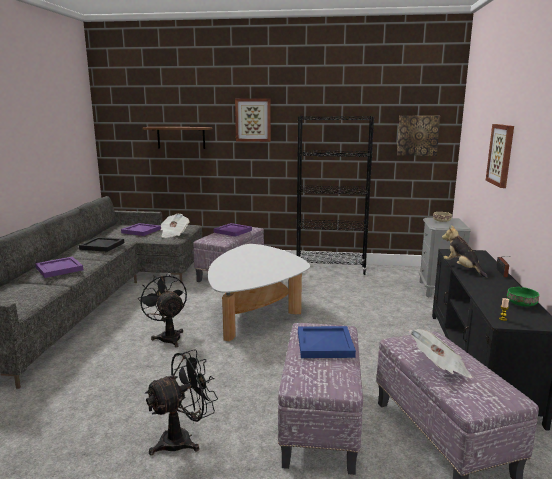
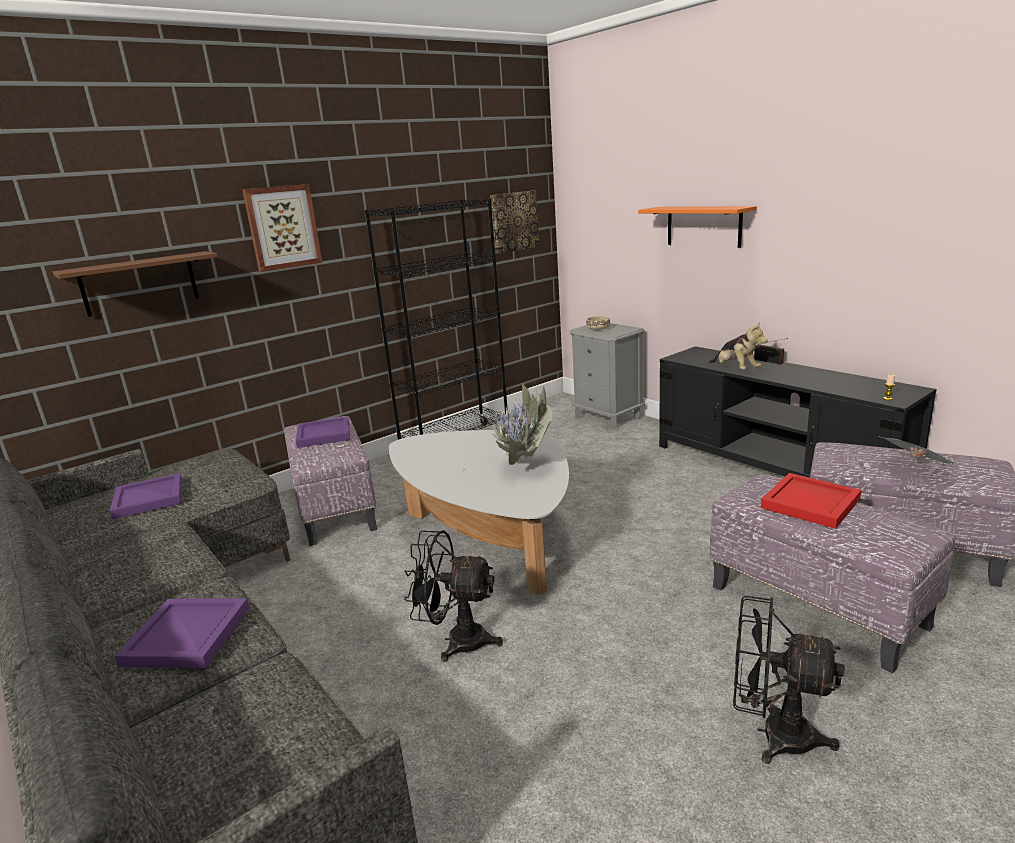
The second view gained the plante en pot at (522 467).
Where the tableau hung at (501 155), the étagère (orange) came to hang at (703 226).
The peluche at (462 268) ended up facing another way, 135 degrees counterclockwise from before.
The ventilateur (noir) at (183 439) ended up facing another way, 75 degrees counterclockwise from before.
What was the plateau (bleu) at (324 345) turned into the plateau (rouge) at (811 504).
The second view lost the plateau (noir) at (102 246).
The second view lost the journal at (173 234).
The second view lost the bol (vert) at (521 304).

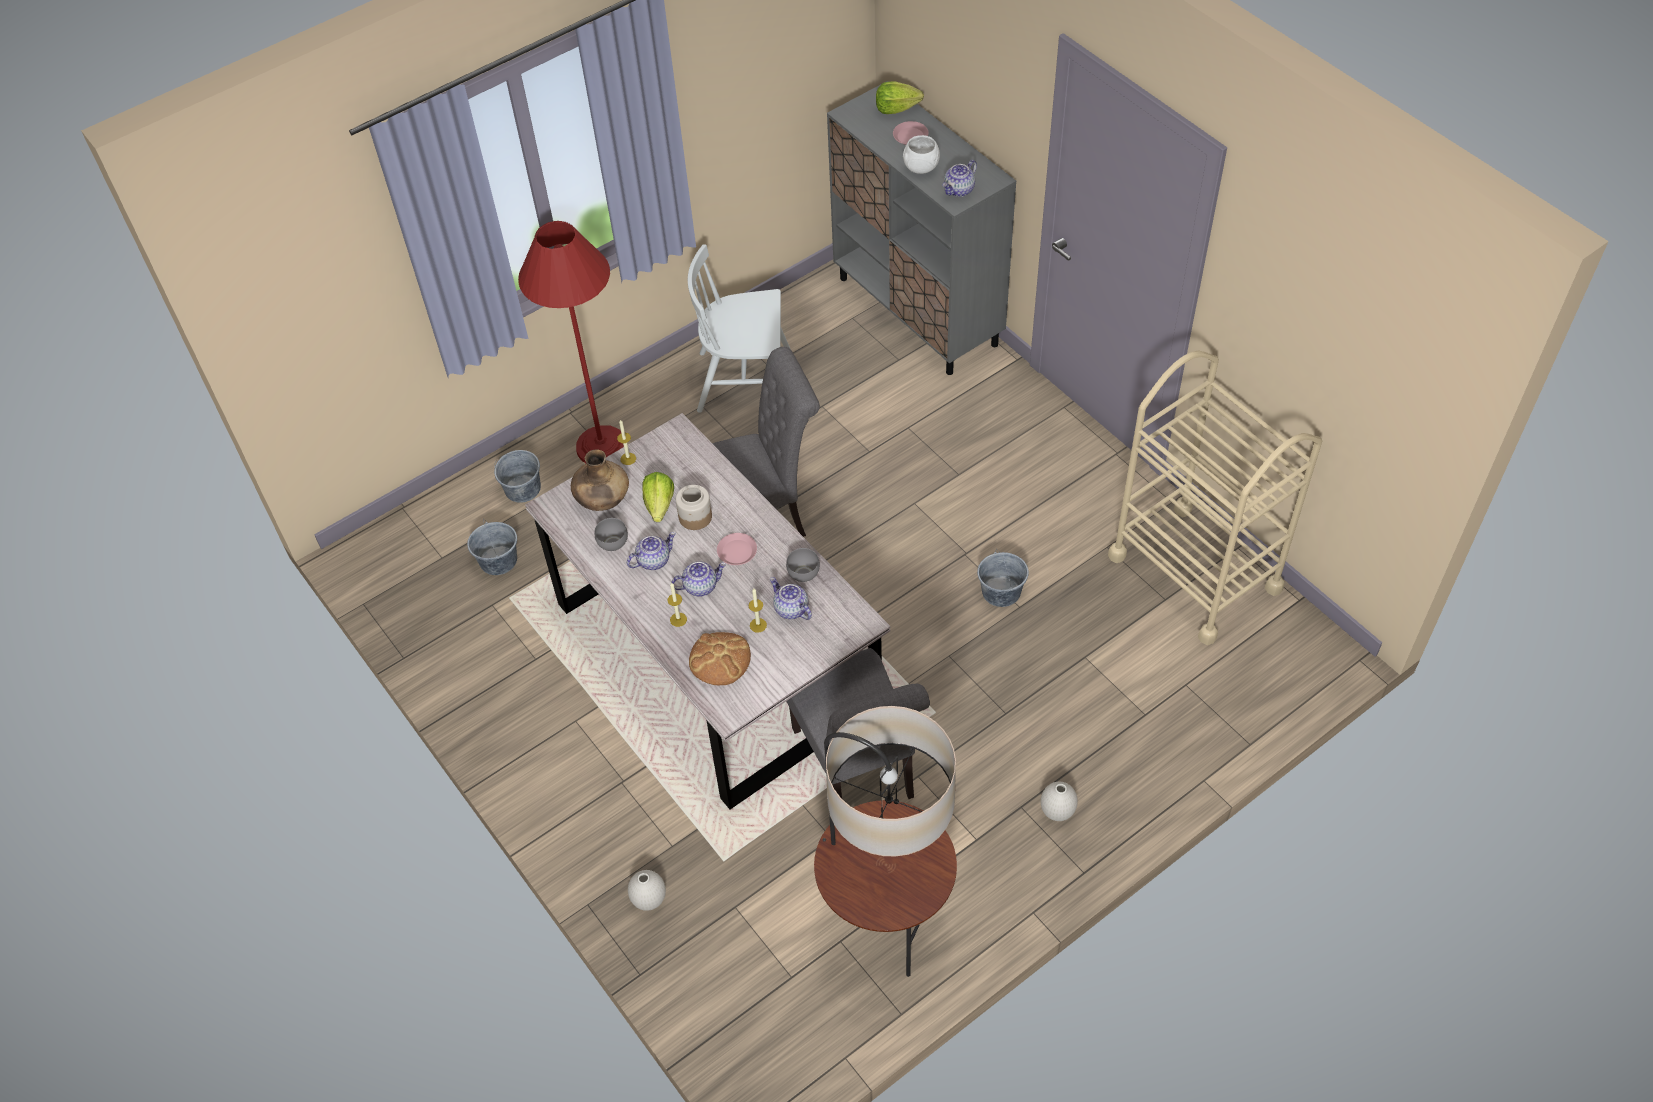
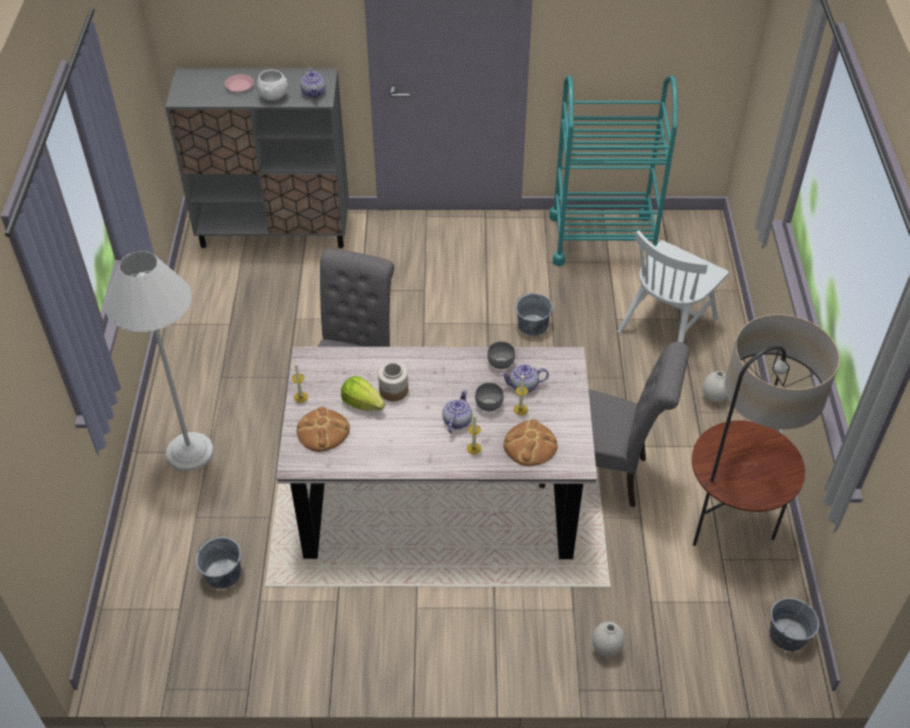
What was the lampadaire (rouge) at (601 446) turned into the lampadaire (blanc) at (189 452).
Where the vase (marron) stood at (602 500), the pain came to stand at (322 431).
The bol (gris) ended up elsewhere, having gone from (612 544) to (489 406).
What was the chariot (beige) at (1194 572) turned into the chariot (turquoise) at (602 239).
The chaise (blanc) ended up elsewhere, having gone from (745 380) to (667 324).
The seau (gris) ended up elsewhere, having gone from (523 489) to (788 635).
The second view lost the théière at (653 560).
The second view lost the assiette (rose) at (737 552).
The second view lost the laitue at (896 108).

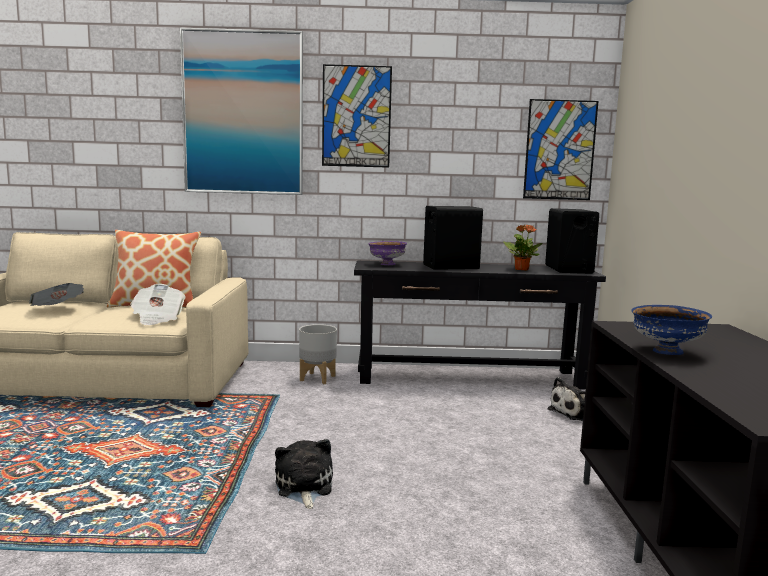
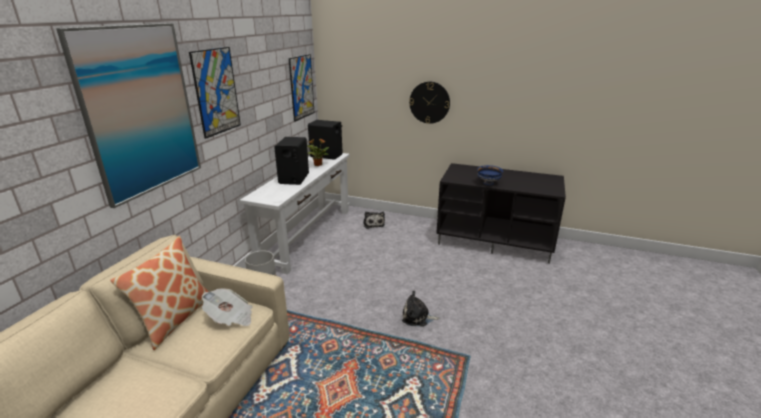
What was the table console (noir) at (469 377) turned into the table console (blanc) at (307 236).
The second view gained the horloge murale at (429 102).
The second view lost the journal at (57 309).
The second view lost the bol (violet) at (387 264).

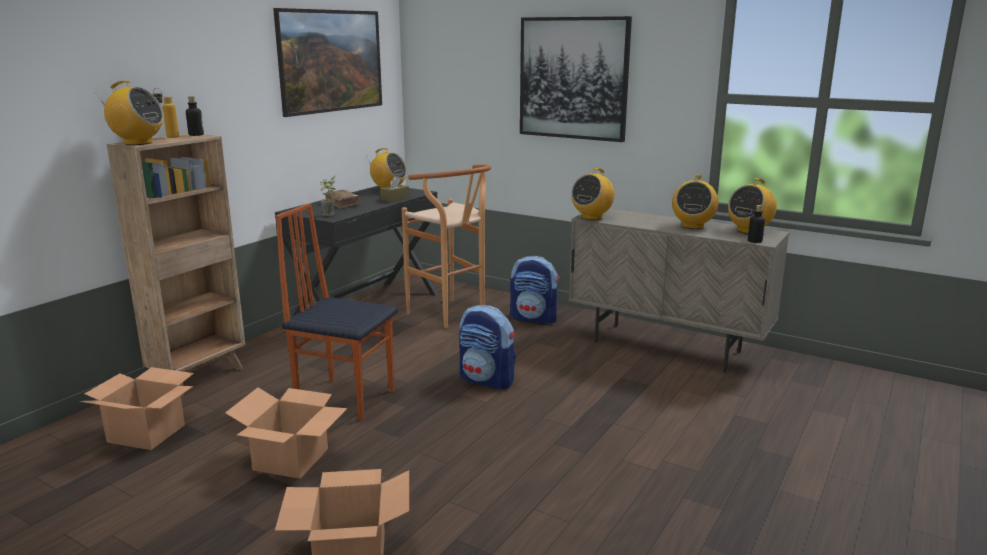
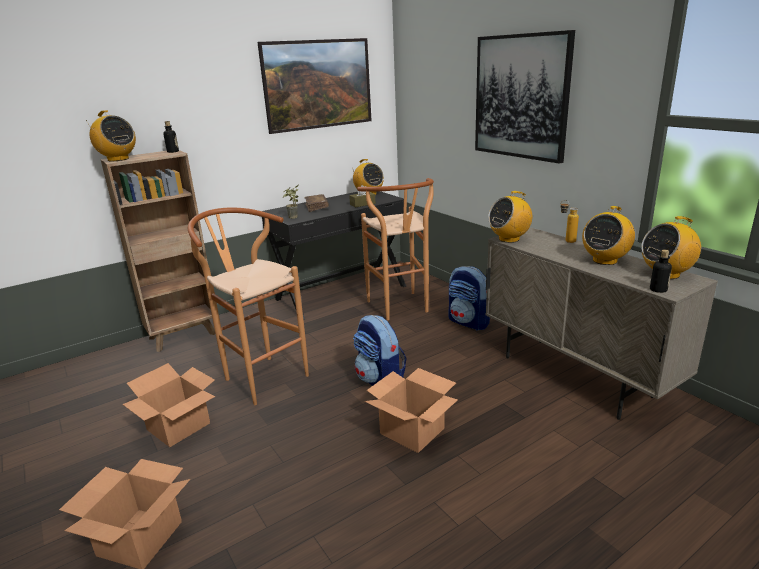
Where the chaise stood at (345 398), the tabouret (marron) came to stand at (260 376).
The carton ended up elsewhere, having gone from (145 433) to (411 431).
The bouteille ended up elsewhere, having gone from (168 136) to (566 240).

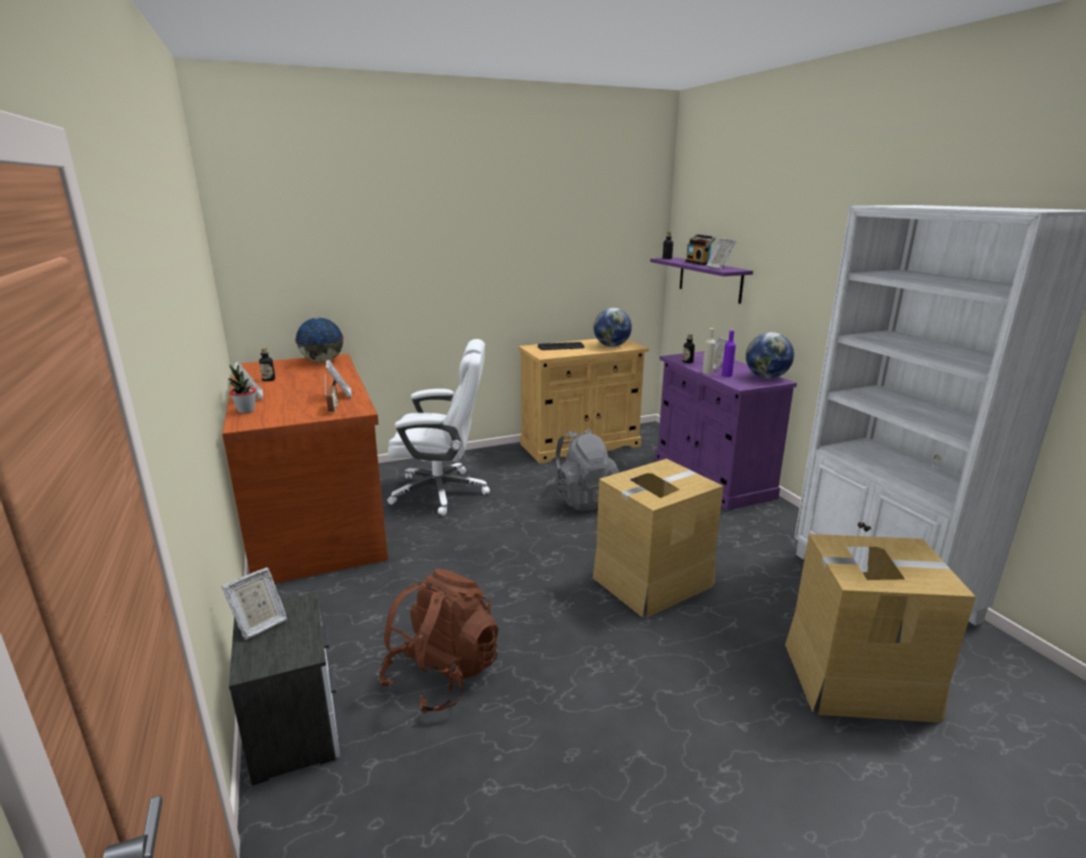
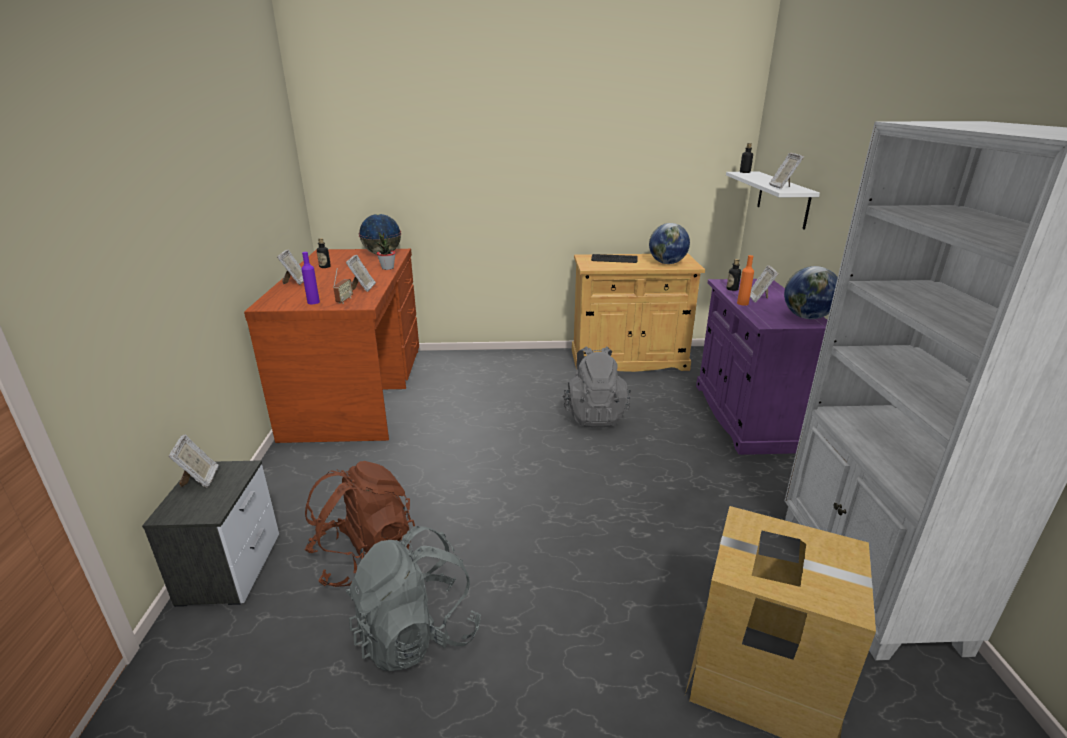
The cadre photo at (259 625) ended up facing another way, 75 degrees counterclockwise from before.
The bouteille (violet) ended up elsewhere, having gone from (727 375) to (313 302).
The second view gained the sac à dos (gris) at (416 634).
The plante en pot ended up elsewhere, having gone from (246 410) to (387 268).
What was the étagère (violet) at (710 279) turned into the étagère (blanc) at (782 199).
What was the bouteille (beige) at (707 372) turned into the bouteille (orange) at (742 303).
The second view lost the chaise de bureau (blanc) at (442 491).
The second view lost the carton at (652 580).
The second view lost the radio at (698 263).

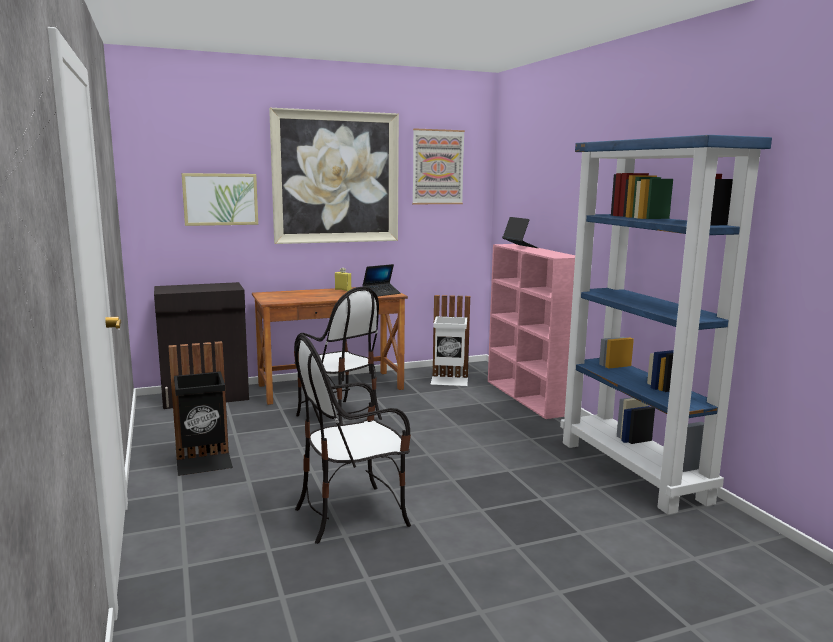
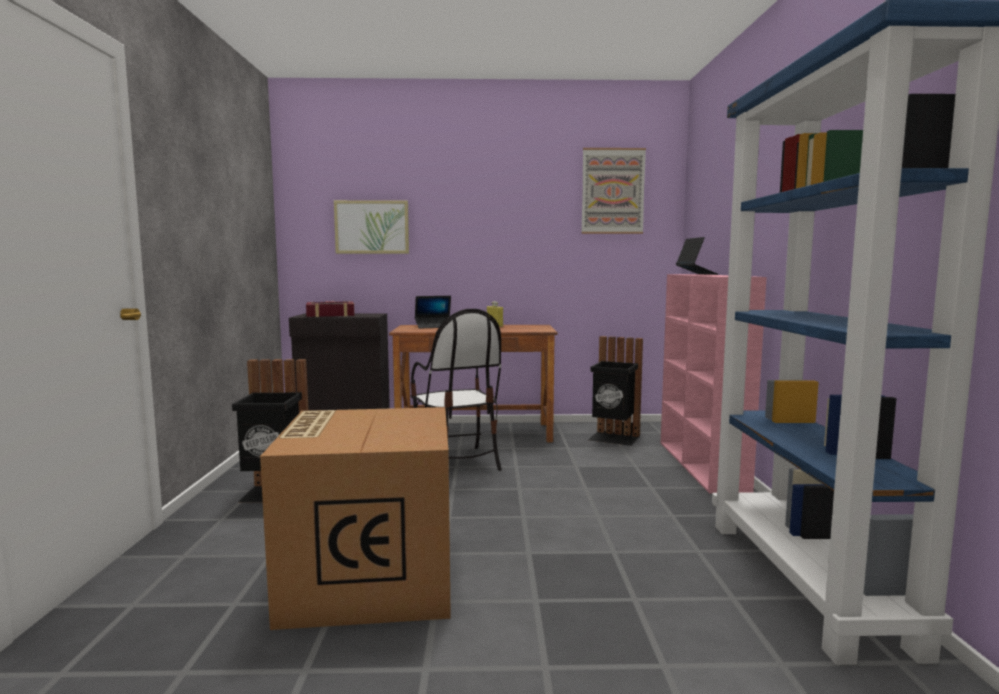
Where the chaise stood at (352 514), the carton came to stand at (368 576).
The second view gained the livre at (330 315).
The ordinateur portable ended up elsewhere, having gone from (381 293) to (434 326).
What was the poubelle (blanc) at (449 381) turned into the poubelle (noir) at (614 438).
The second view lost the tableau at (336 177).

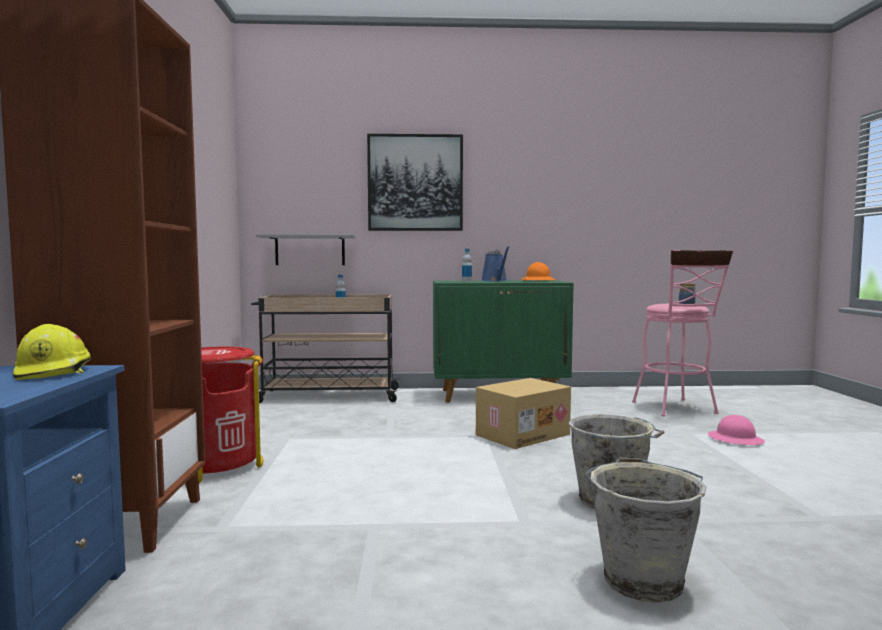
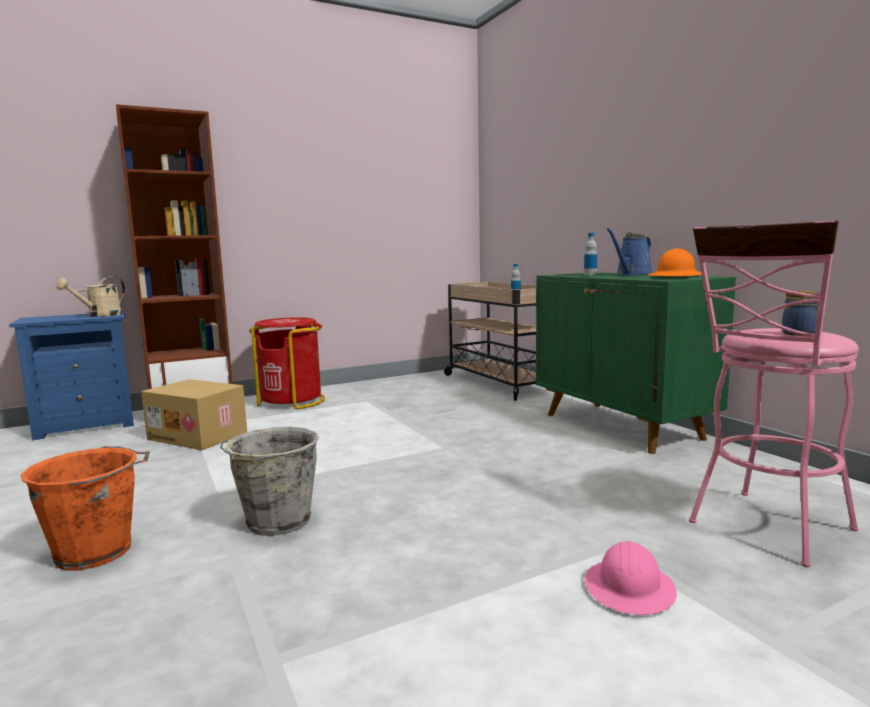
What was the seau (gris) at (642 579) turned into the seau (orange) at (97 552).
Where the casque de chantier (jaune) stood at (54 372), the arrosoir (beige) came to stand at (99 315).
The carton ended up elsewhere, having gone from (522 434) to (199 436).
The second view lost the étagère (gris) at (310 250).
The second view lost the tableau at (415 183).

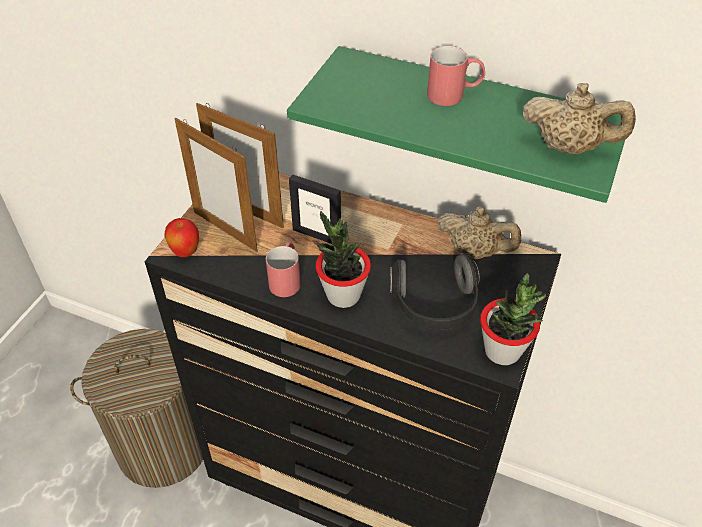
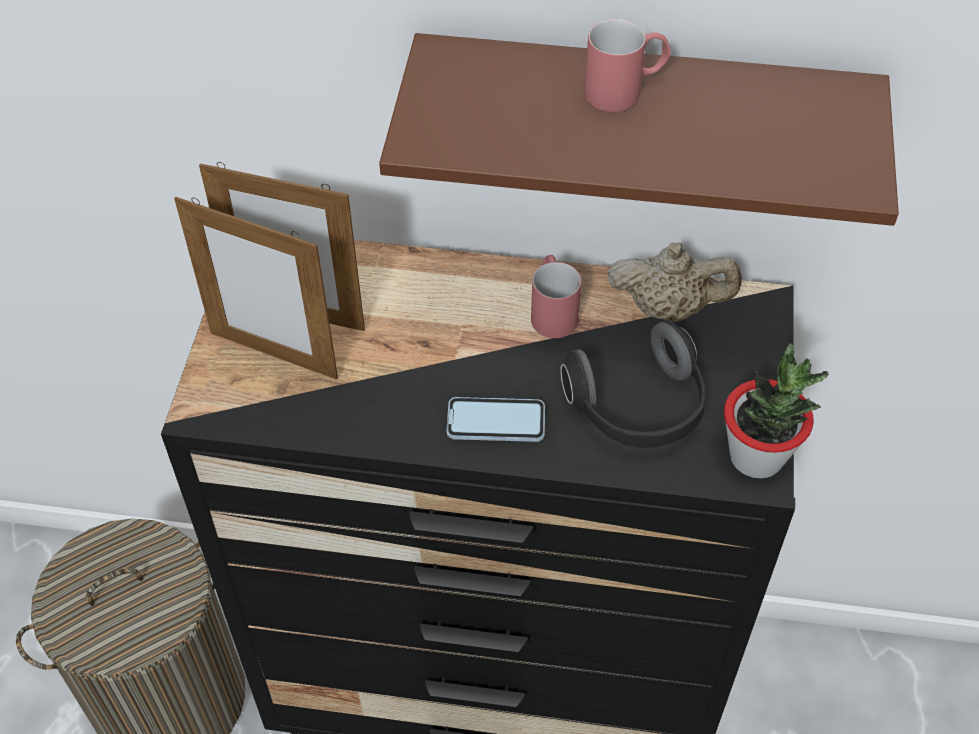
What was the étagère (vert) at (471 120) turned into the étagère (marron) at (640 115).
Where the plante en pot stood at (343 295), the téléphone came to stand at (496 421).
The mug (rouge) ended up elsewhere, having gone from (286 279) to (552 310).
The second view lost the pomme at (186 252).
The second view lost the cadre photo at (317 235).
The second view lost the théière (beige) at (569 148).

